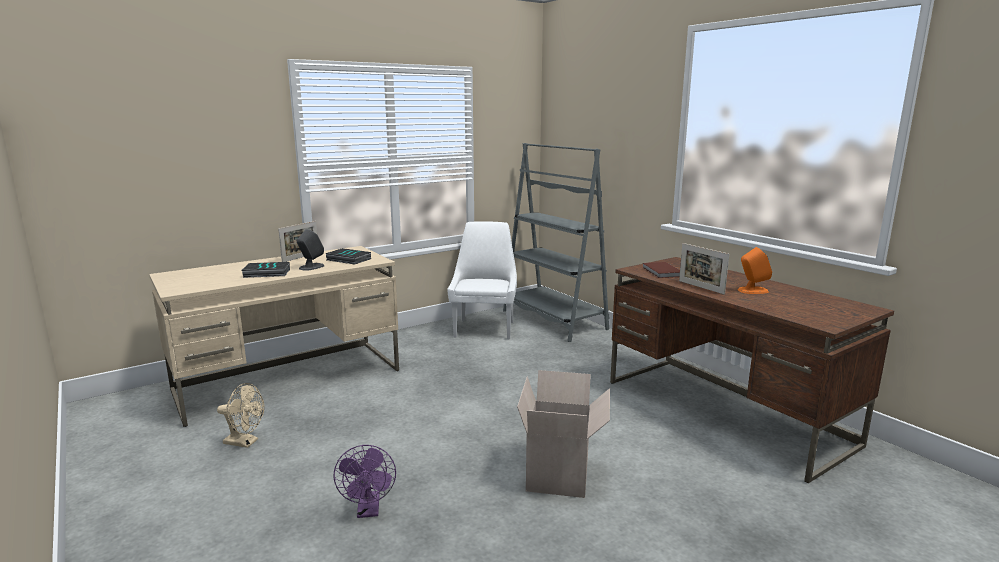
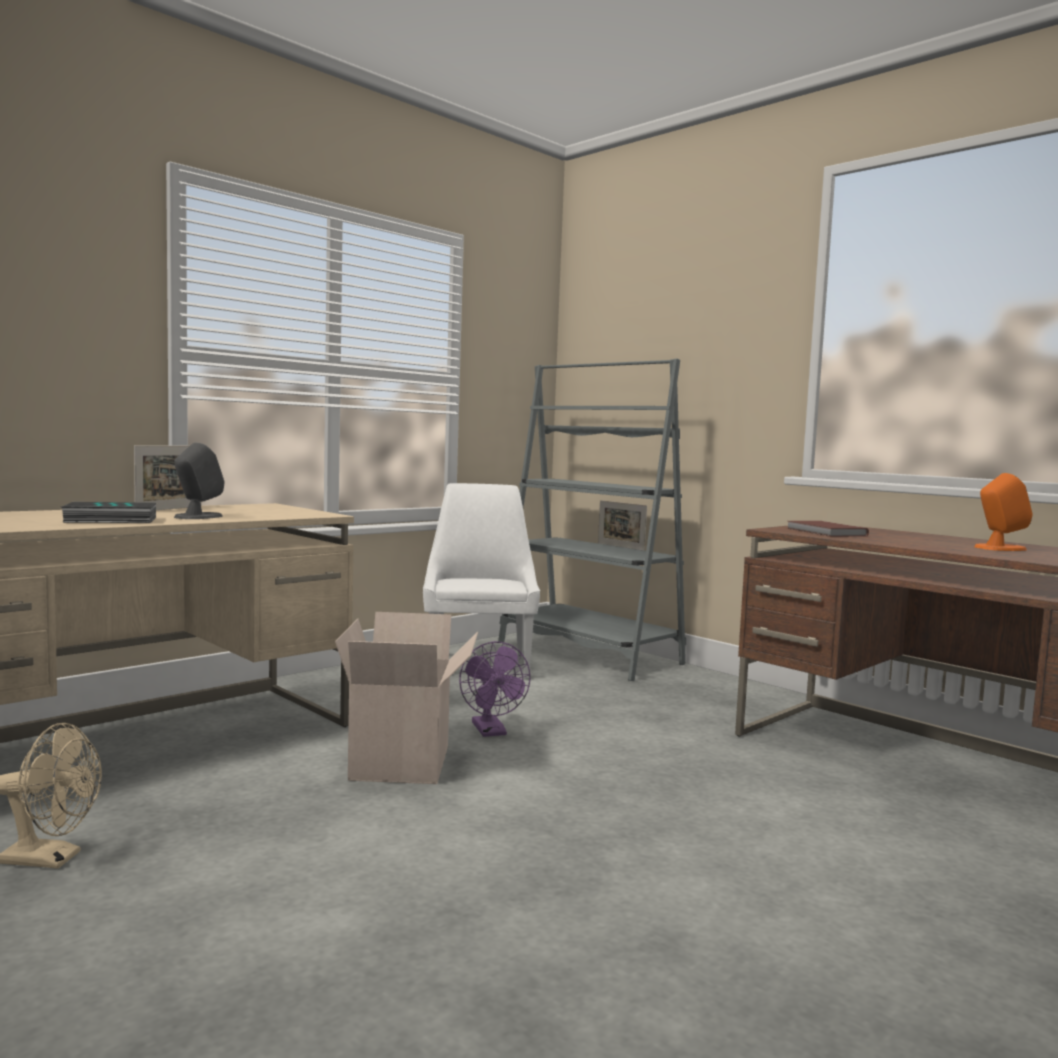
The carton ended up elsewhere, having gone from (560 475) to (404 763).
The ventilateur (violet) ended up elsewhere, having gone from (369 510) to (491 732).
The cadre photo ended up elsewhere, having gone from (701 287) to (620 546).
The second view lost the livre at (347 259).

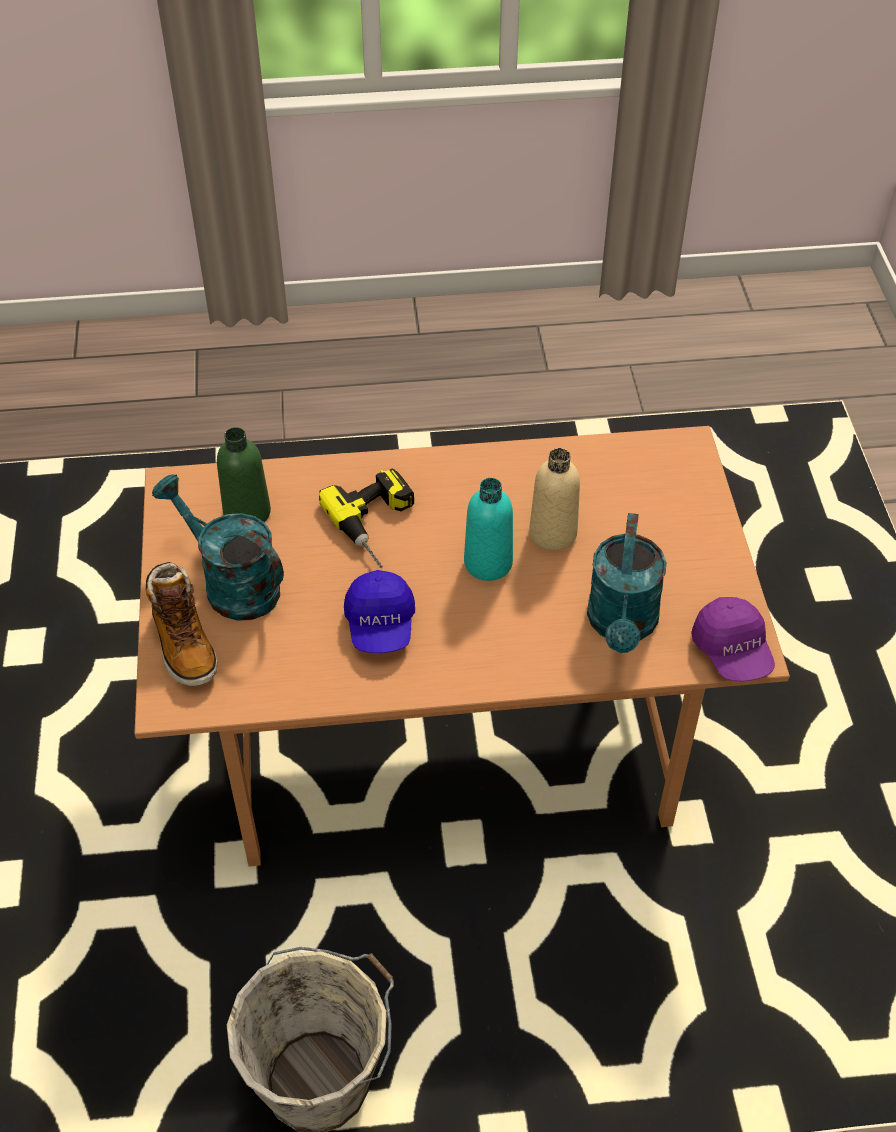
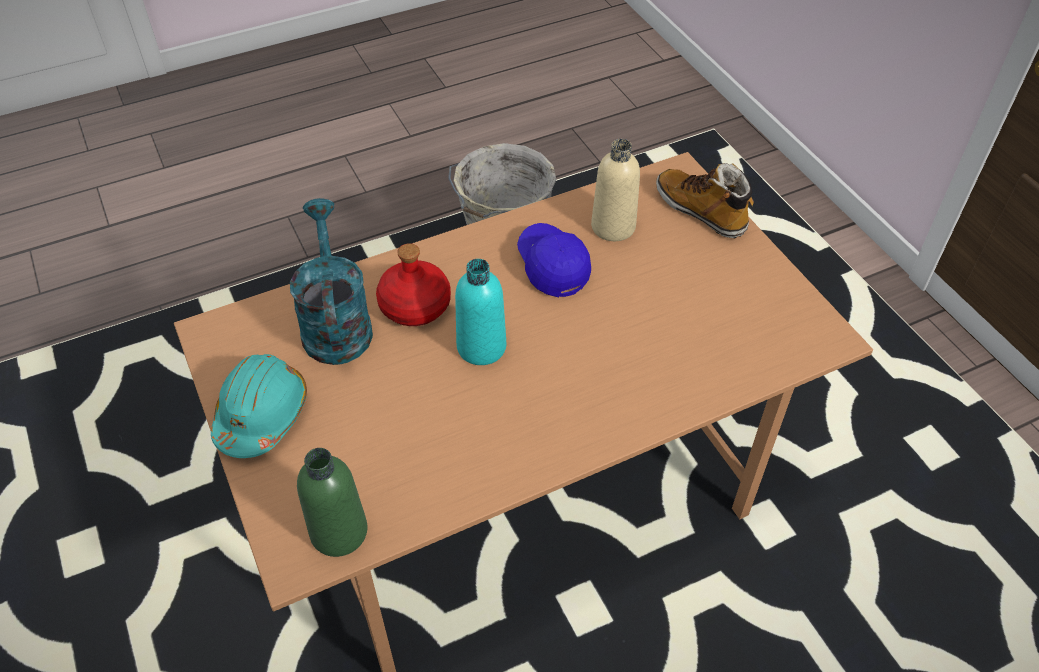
The second view gained the casque de chantier (turquoise) at (262 415).
The bouteille (vert) ended up elsewhere, having gone from (247 513) to (339 532).
The second view gained the bouteille (rouge) at (416 305).
The bouteille (beige) ended up elsewhere, having gone from (553 533) to (613 227).
The second view lost the arrosoir (turquoise) at (231 584).
The second view lost the perceuse at (380 525).
The second view lost the casquette (violet) at (732 651).

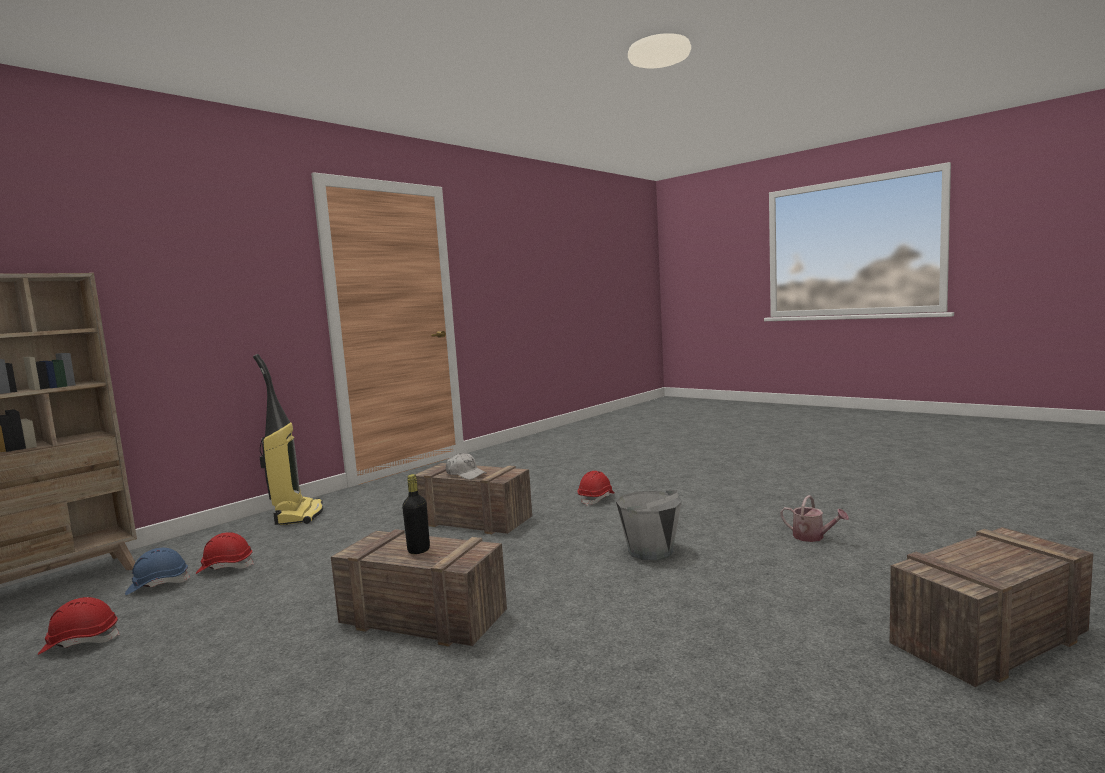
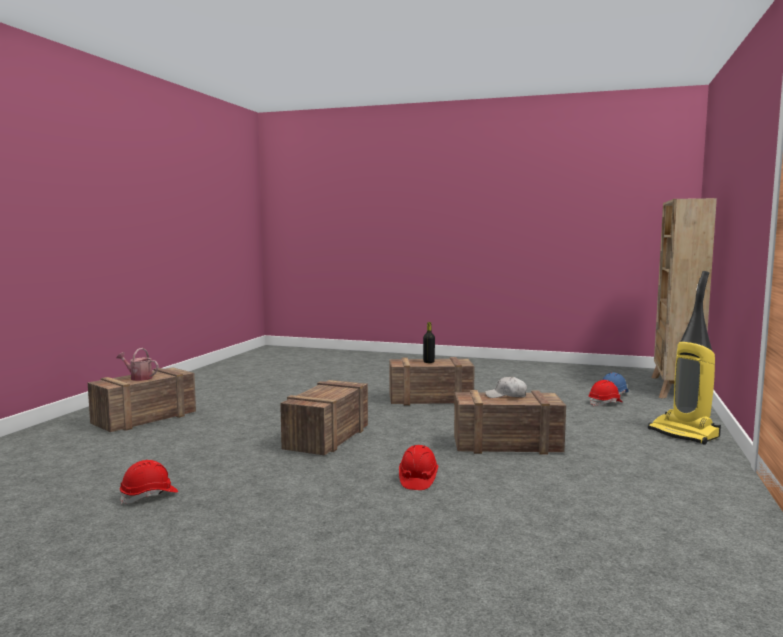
The arrosoir ended up elsewhere, having gone from (812 537) to (138 378).
The casque de chantier (rouge) ended up elsewhere, having gone from (80 642) to (149 496).
Where the seau (gris) stood at (650 551), the caisse came to stand at (327 437).

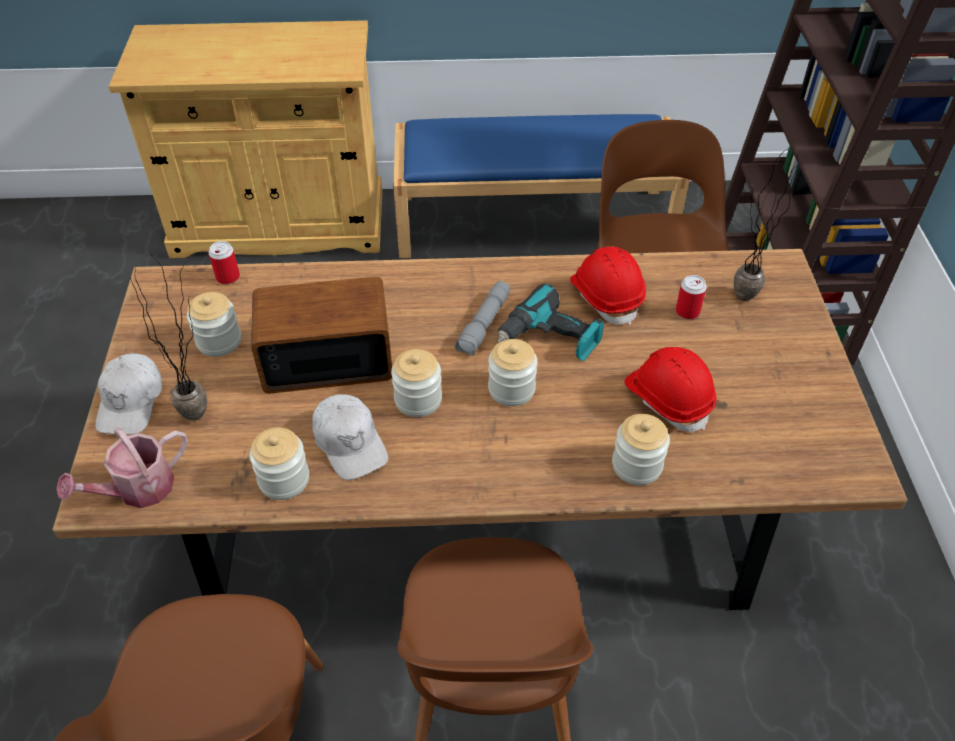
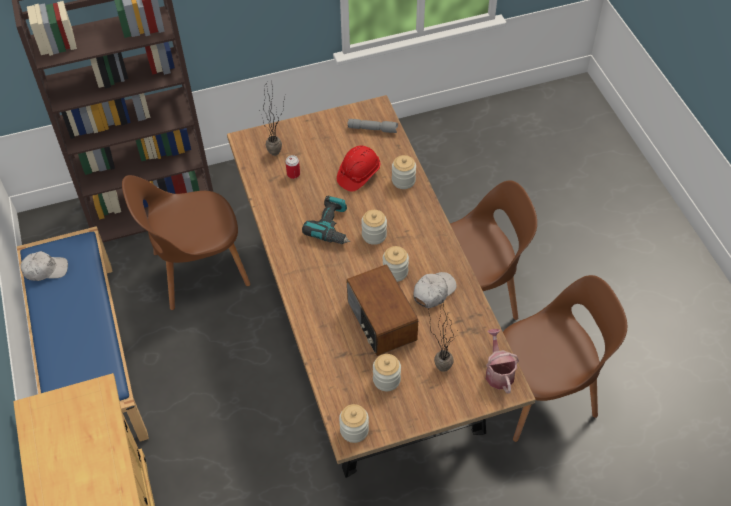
The casquette (blanc) ended up elsewhere, having gone from (131 402) to (45 269).
The bocal ended up elsewhere, having gone from (284 480) to (354 430).
The lampe de poche (gris) ended up elsewhere, having gone from (484 325) to (373 129).
The arrosoir at (137 490) ended up facing another way, 135 degrees counterclockwise from before.
The second view lost the boîte métallique at (228 277).
The second view lost the casque de chantier (rouge) at (606 296).

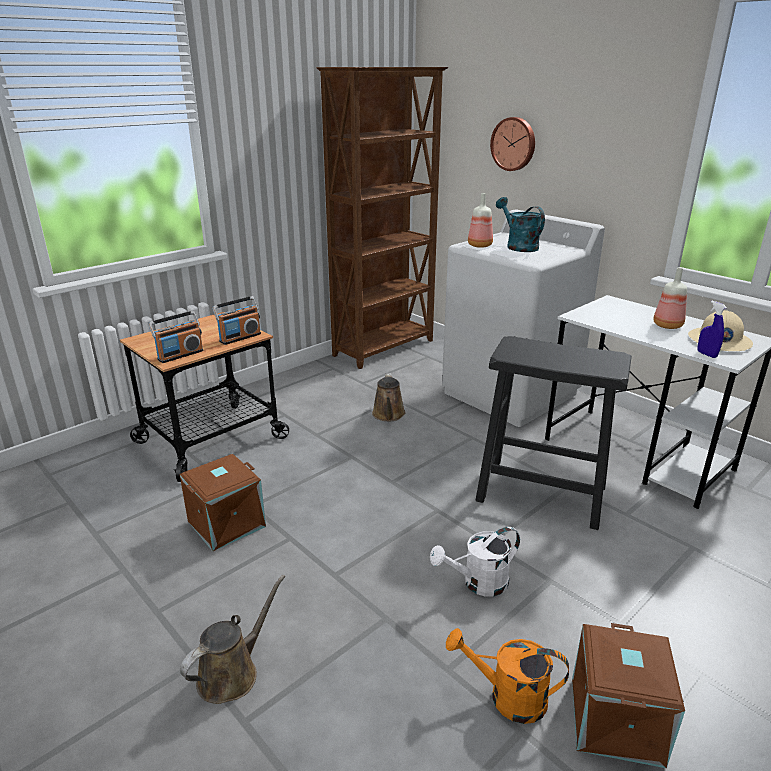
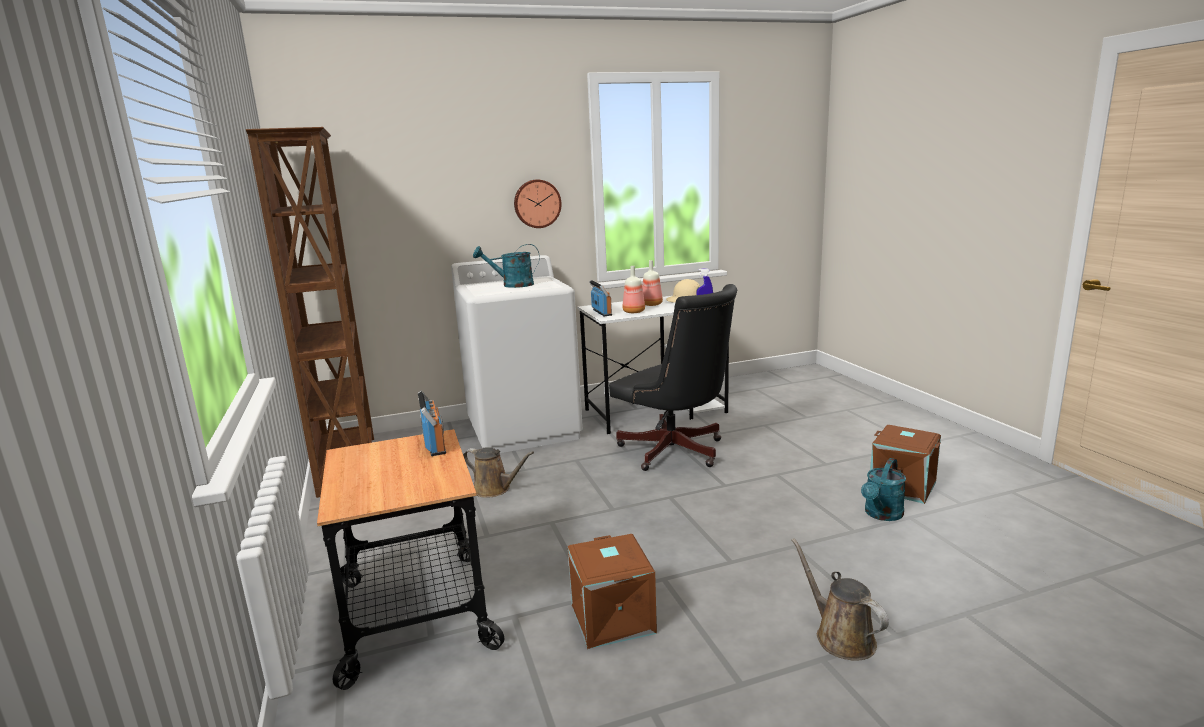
The horloge murale ended up elsewhere, having gone from (514 144) to (537 203).
The radio ended up elsewhere, having gone from (180 355) to (601 312).
Where the tabouret (noir) stood at (540 492), the chaise de bureau (noir) came to stand at (676 453).
The bouteille ended up elsewhere, having gone from (479 245) to (633 312).
What was the arrosoir (orange) at (507 697) turned into the arrosoir (turquoise) at (881 515).
The second view lost the arrosoir (blanc) at (478 583).

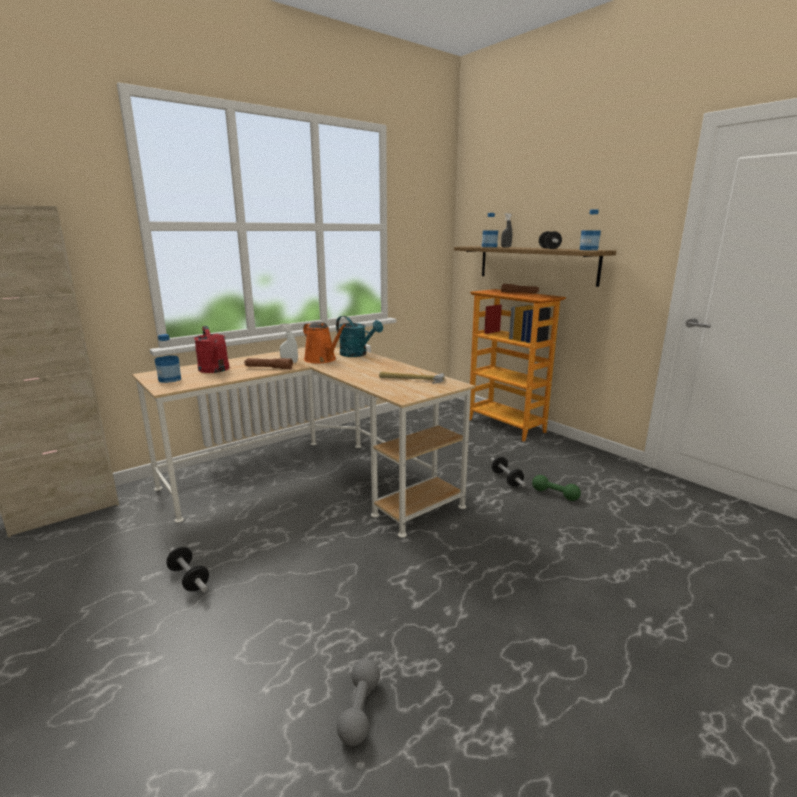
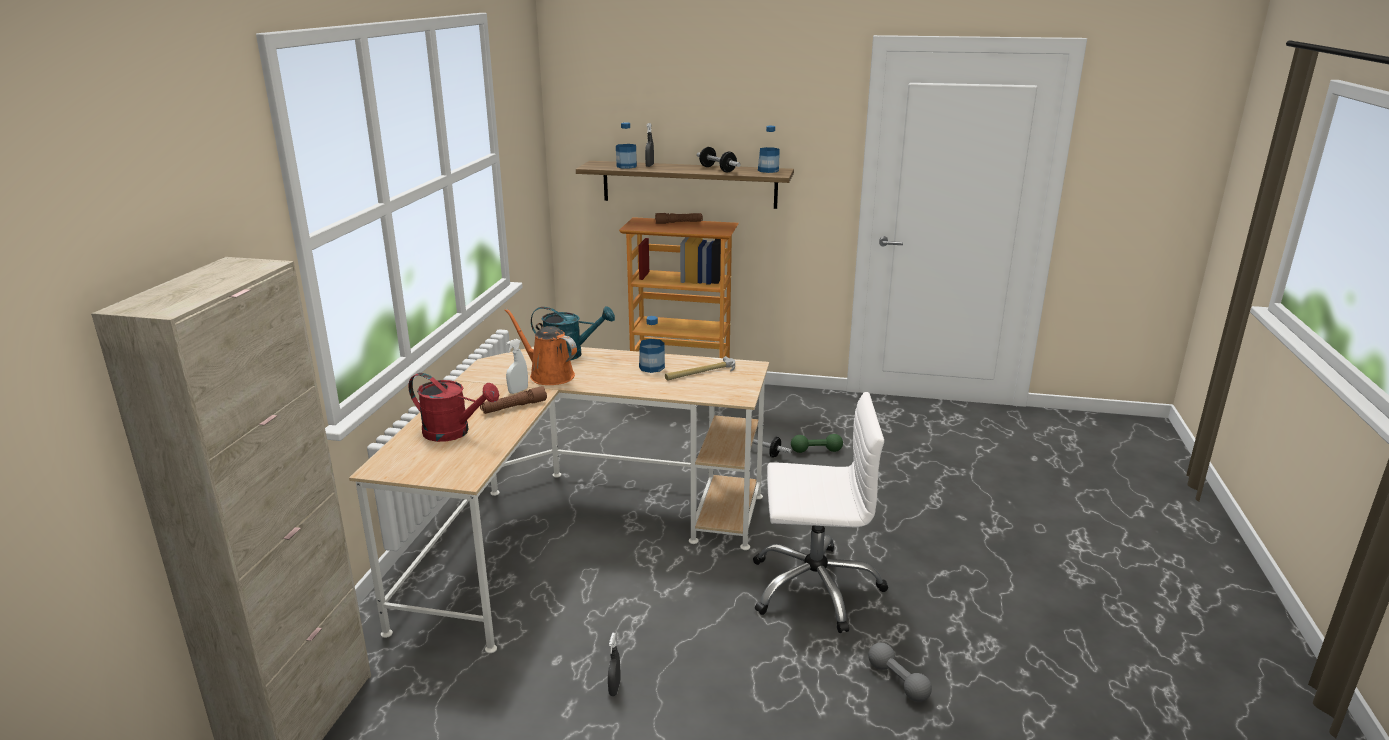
The arrosoir (orange) at (322 360) ended up facing another way, 150 degrees counterclockwise from before.
Where the haltère stood at (189 579), the vaporisateur (gris) came to stand at (614 688).
The bouteille ended up elsewhere, having gone from (170 379) to (651 367).
The second view gained the chaise de bureau (blanc) at (814 587).

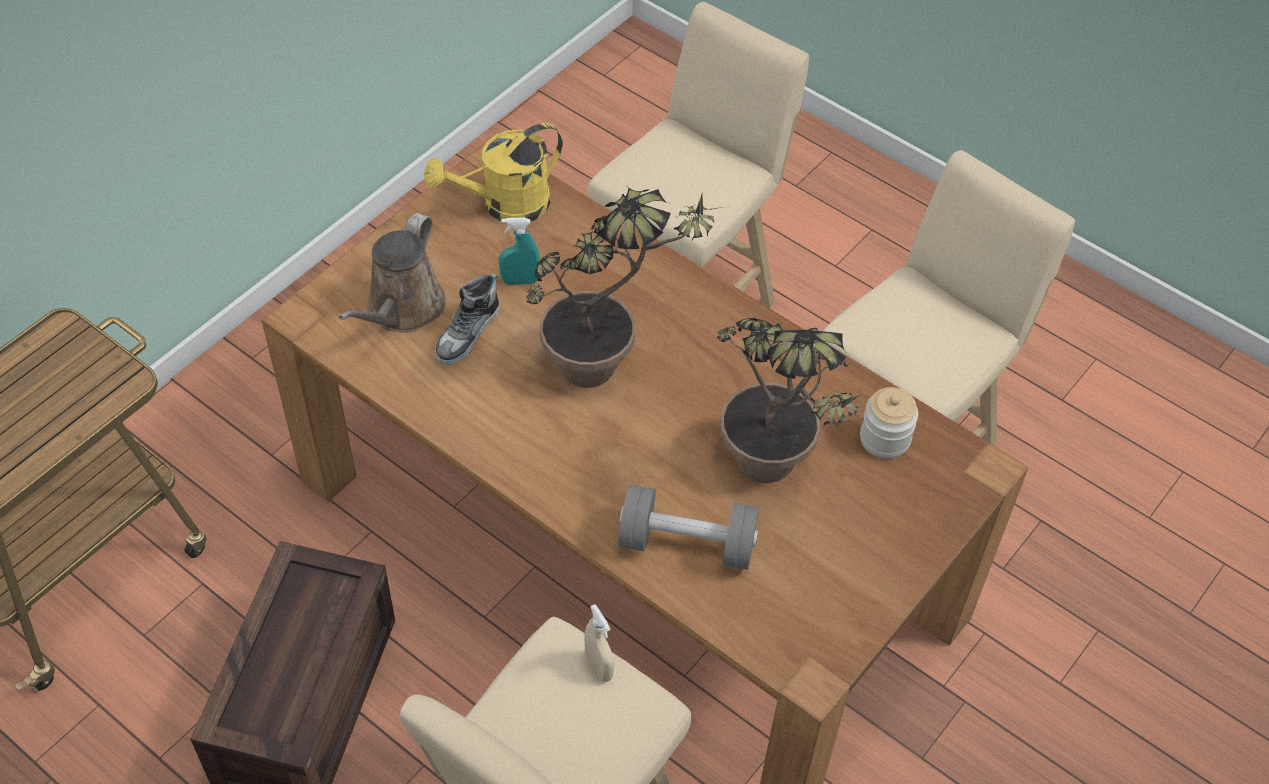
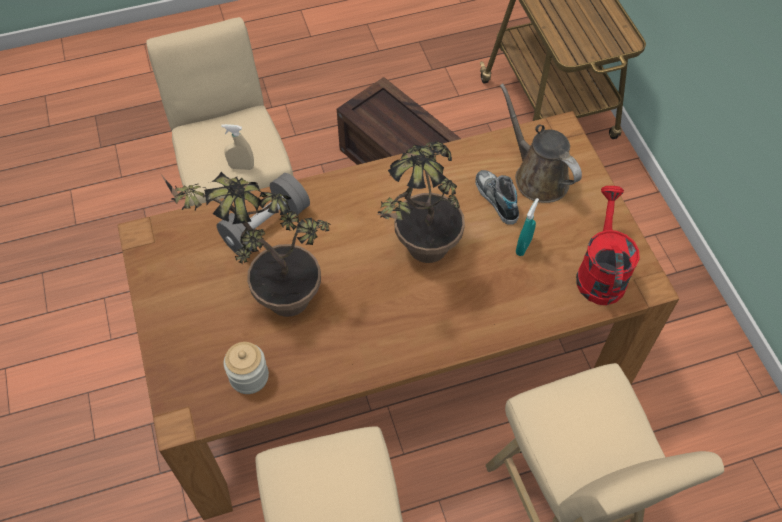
What was the arrosoir (jaune) at (505 206) turned into the arrosoir (rouge) at (600 272).

